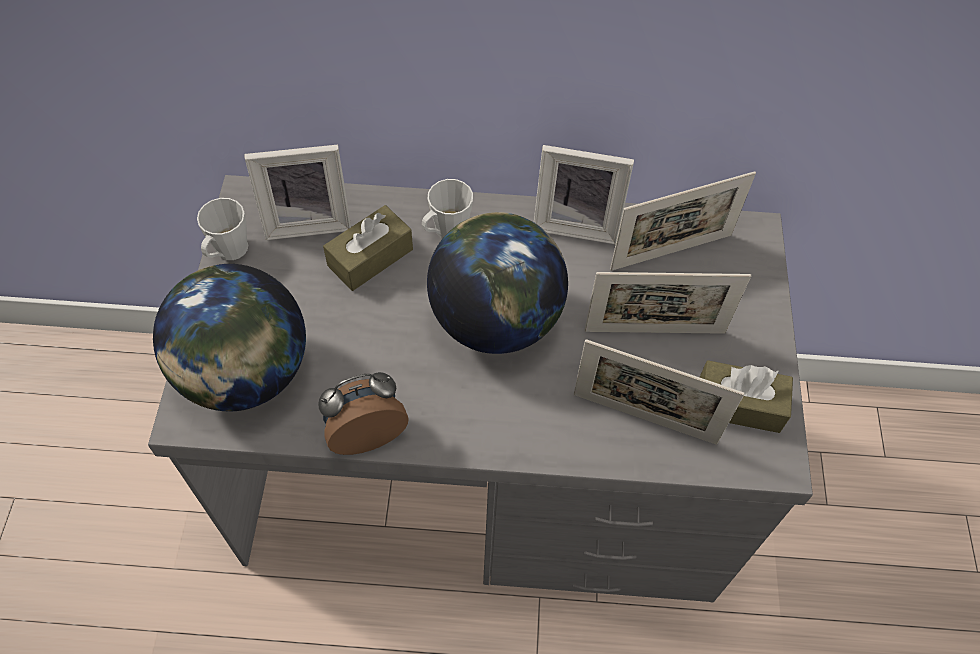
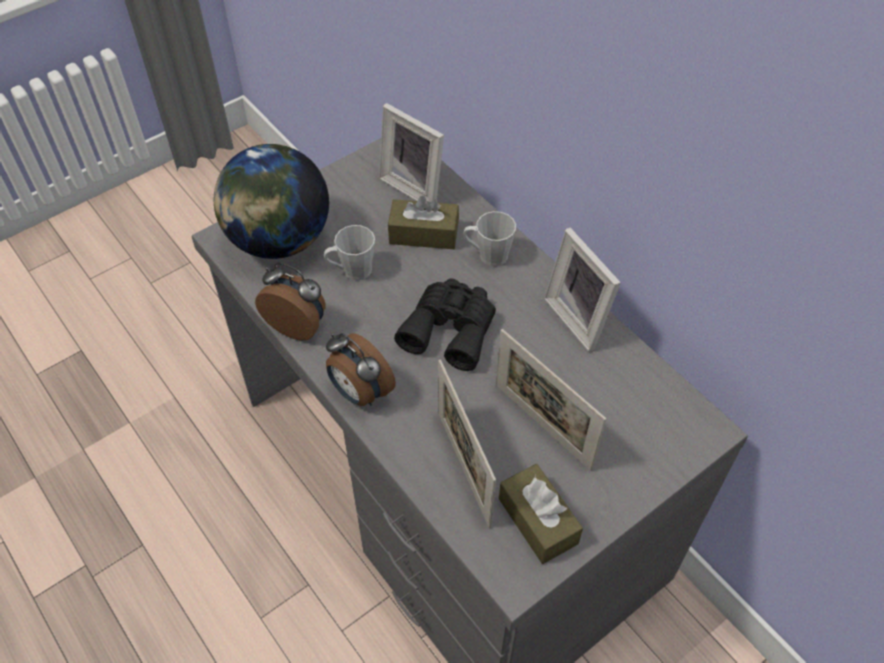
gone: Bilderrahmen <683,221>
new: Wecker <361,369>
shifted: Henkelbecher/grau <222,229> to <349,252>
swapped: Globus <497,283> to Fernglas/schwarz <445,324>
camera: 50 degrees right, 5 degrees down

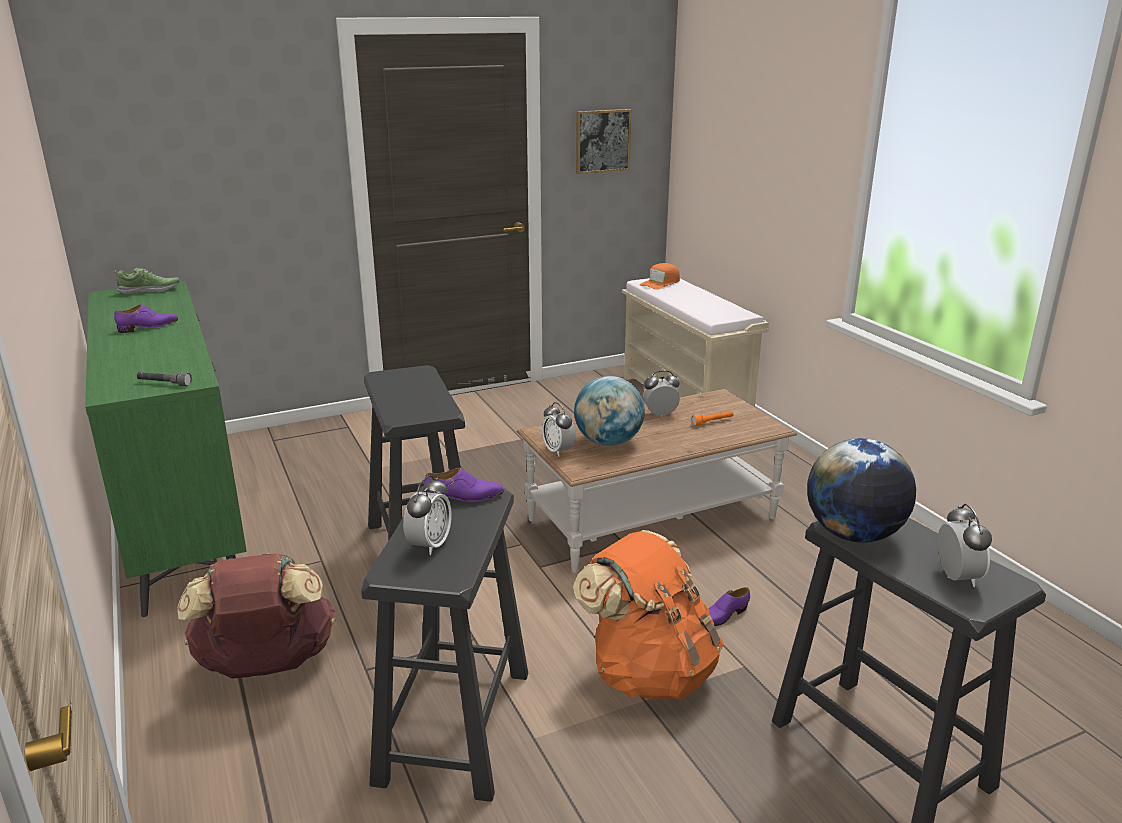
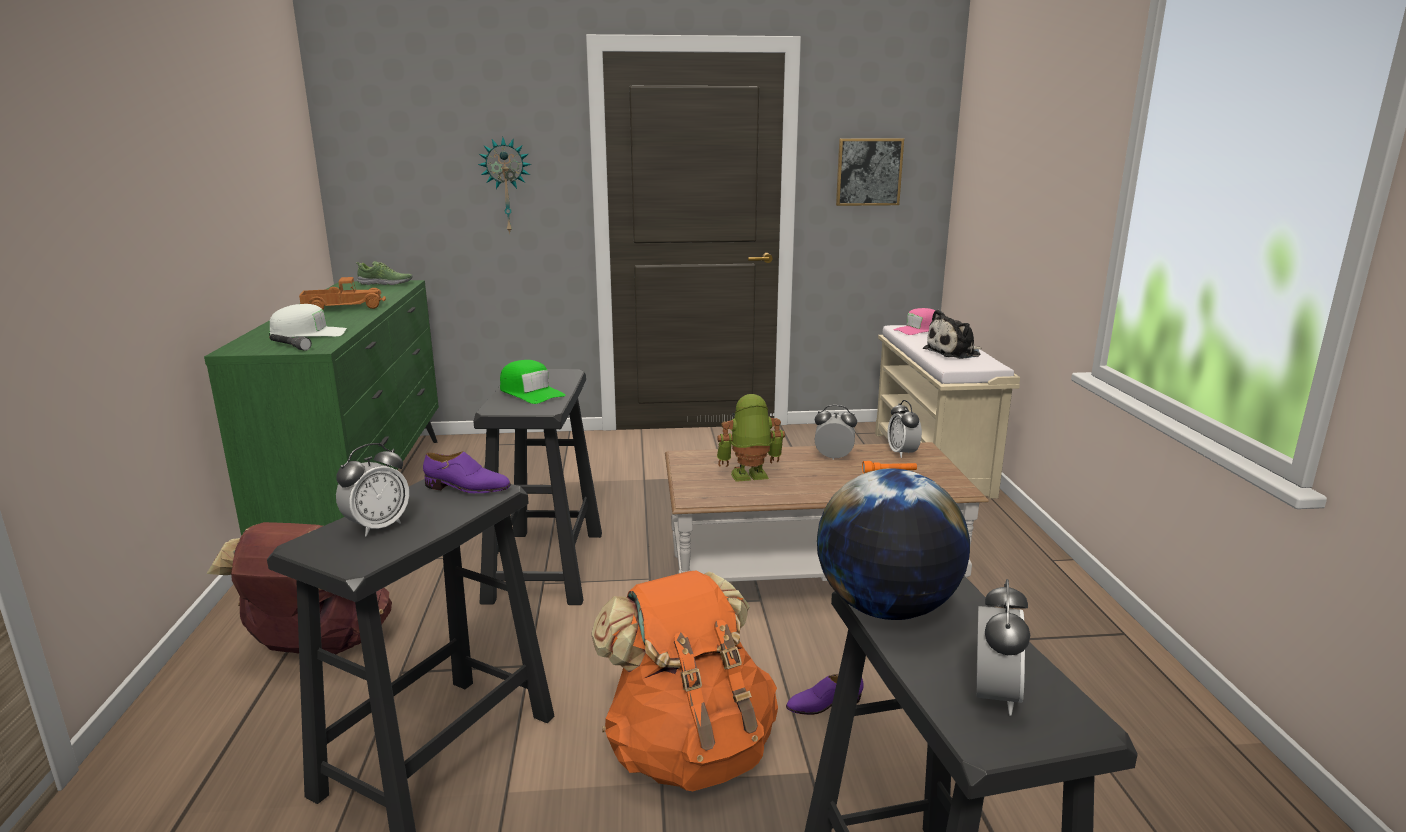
new: Kappe/weiß <308,320>; Wanduhr <504,185>; Kappe/grün <532,382>; Plüschtier <952,334>
shifted: Wecker <558,429> to <905,429>
swapped: Schuh/lila <146,318> to Spielzeuglaster <342,293>; Globus <609,411> to Spielzeugroboter <751,438>
repainted: Kappe/orange <660,276> to Kappe/rosa <914,321>
camera: 20 degrees right, 5 degrees down

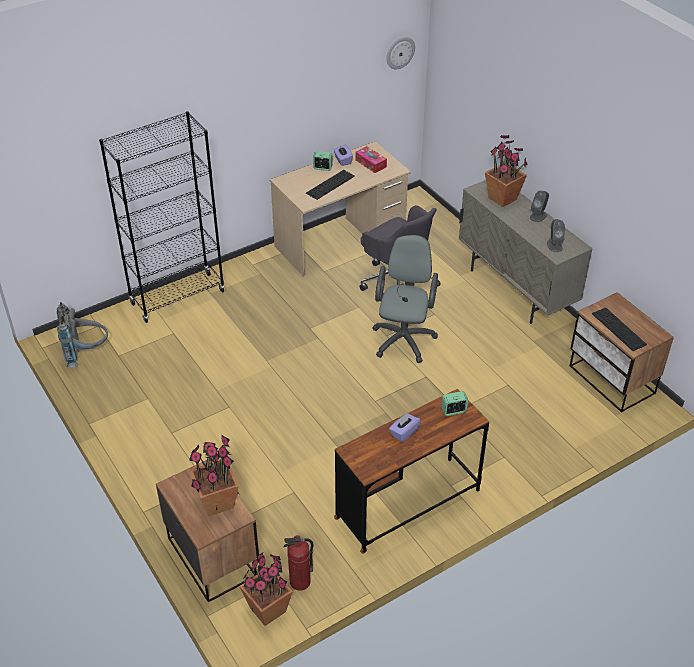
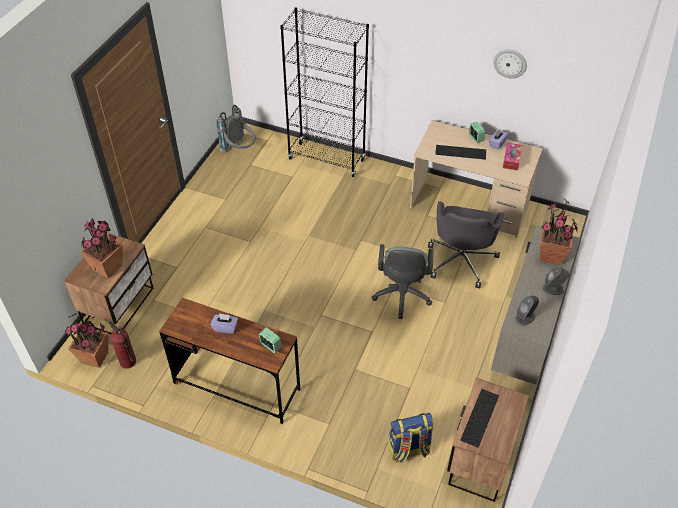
new: Rucksack <410,438>
shifted: Wanduhr <400,53> to <510,63>
rotated: Bürostuhl/grau <405,299> = <403,281> 120 degrees clockwise
camera: 55 degrees right, 5 degrees up

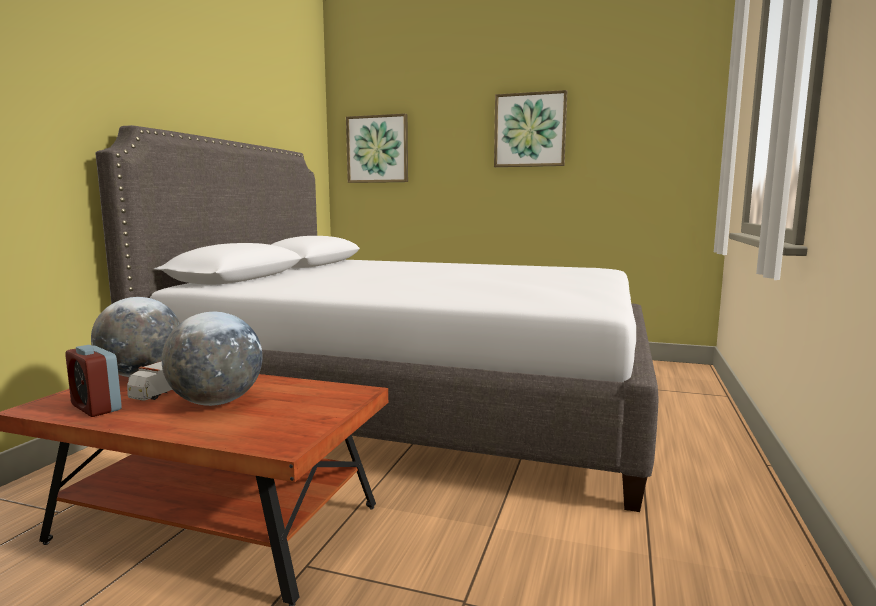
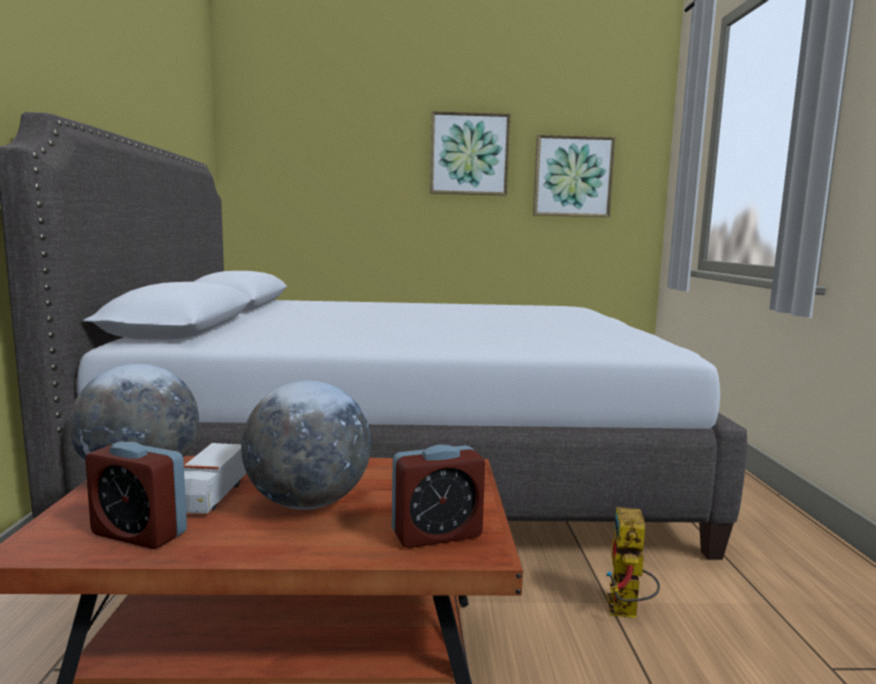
new: Wecker <438,496>; Spielzeugroboter <633,562>
shifted: Bild <377,148> to <574,176>
camera: 20 degrees left, 0 degrees up

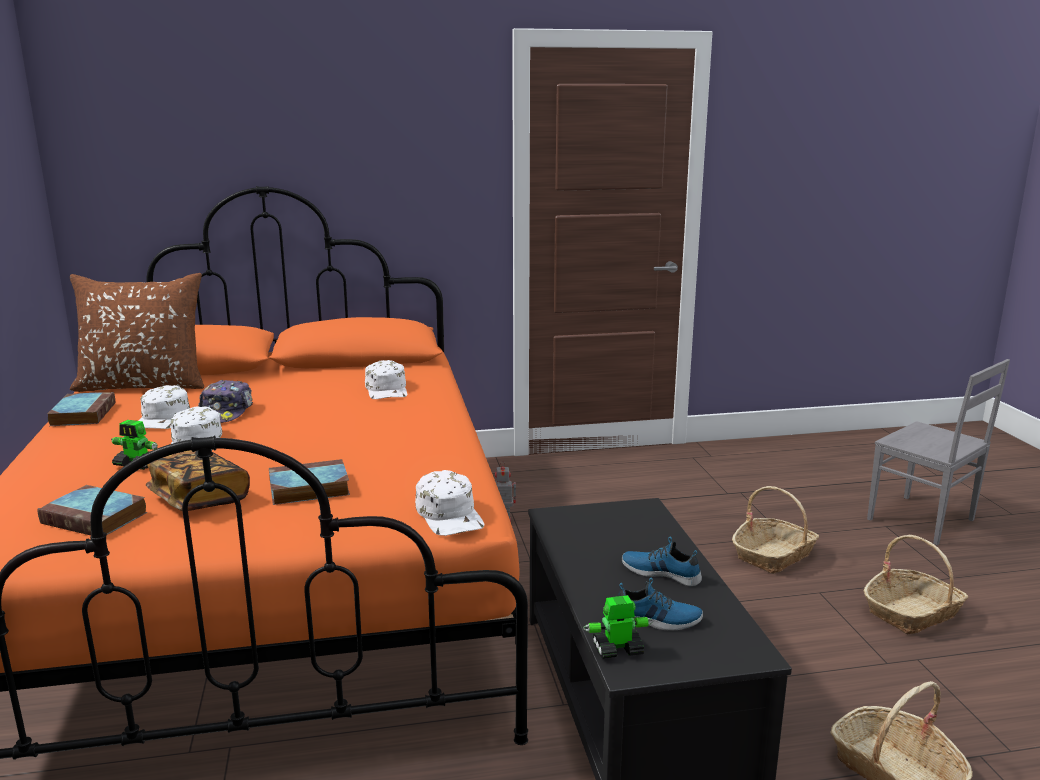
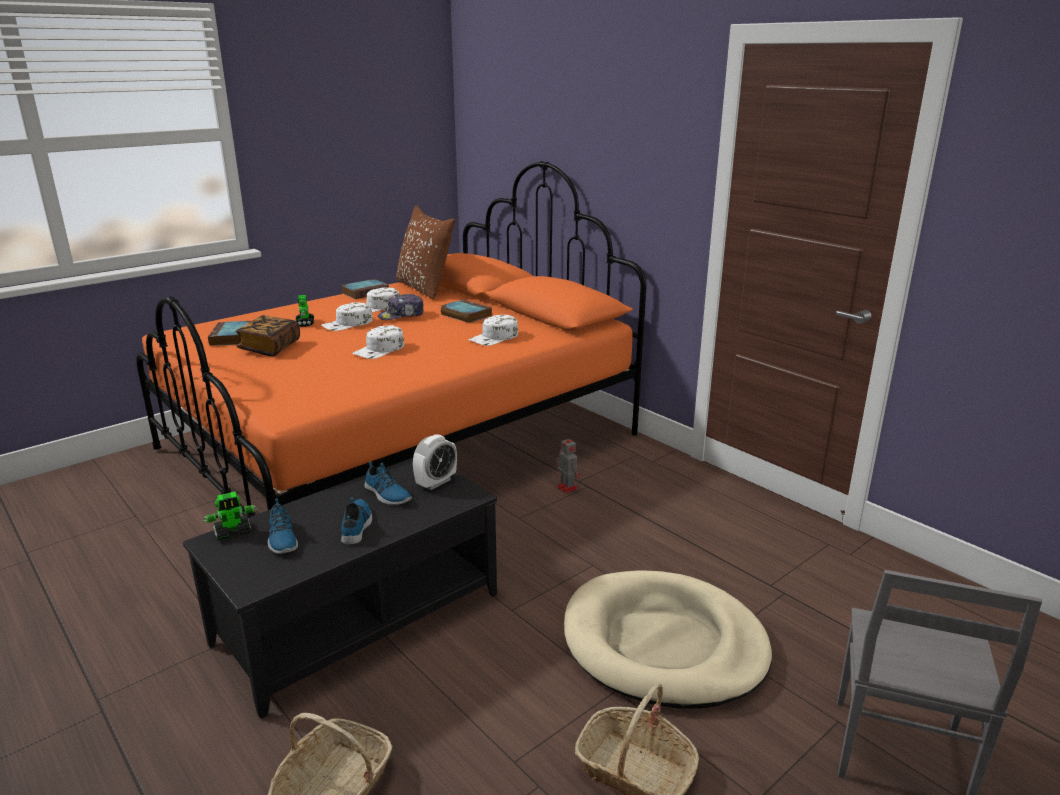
new: Schuh <388,483>; Wecker <435,462>
shifted: Kappe/weiß <449,503> to <378,342>; Buch <309,482> to <466,311>
swapped: Korb <775,530> to Hundebett/beige <668,639>
rotated: Spielzeugroboter <617,627> = <230,516> 105 degrees clockwise
camera: 60 degrees right, 5 degrees up

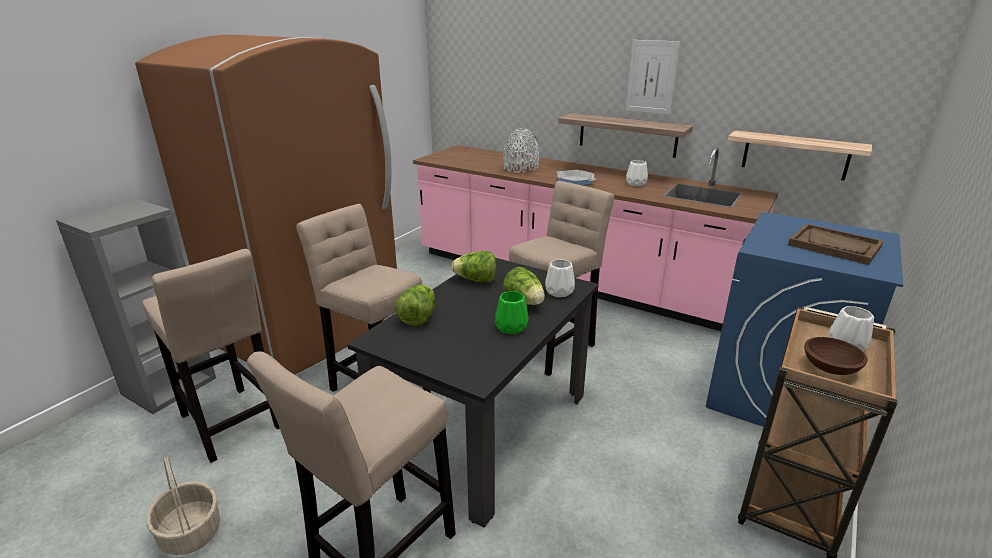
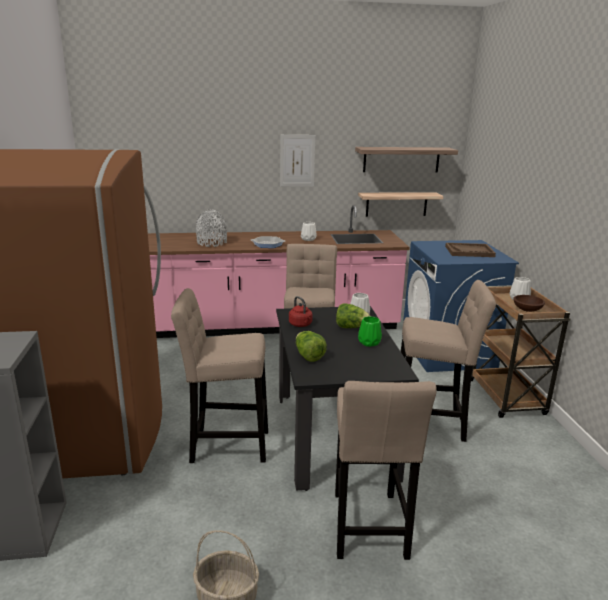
shifted: Wandregal <625,135> to <406,159>; Hocker/beige <211,356> to <448,361>
swapped: Salatkopf <474,267> to Wasserkessel/rot <301,311>
camera: 40 degrees left, 5 degrees down

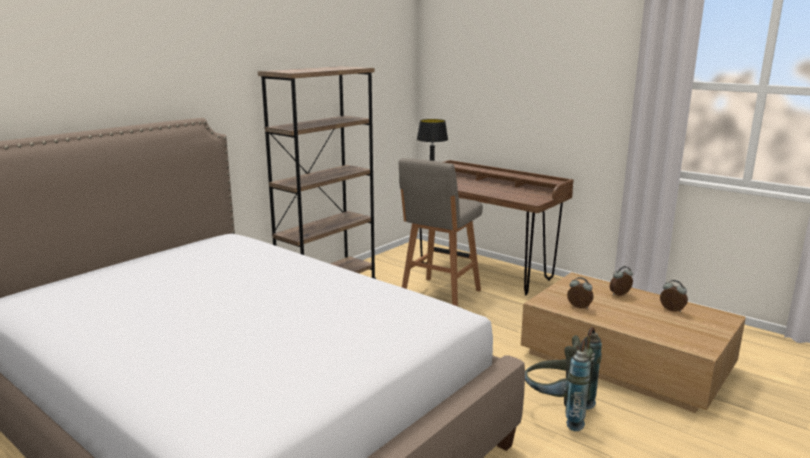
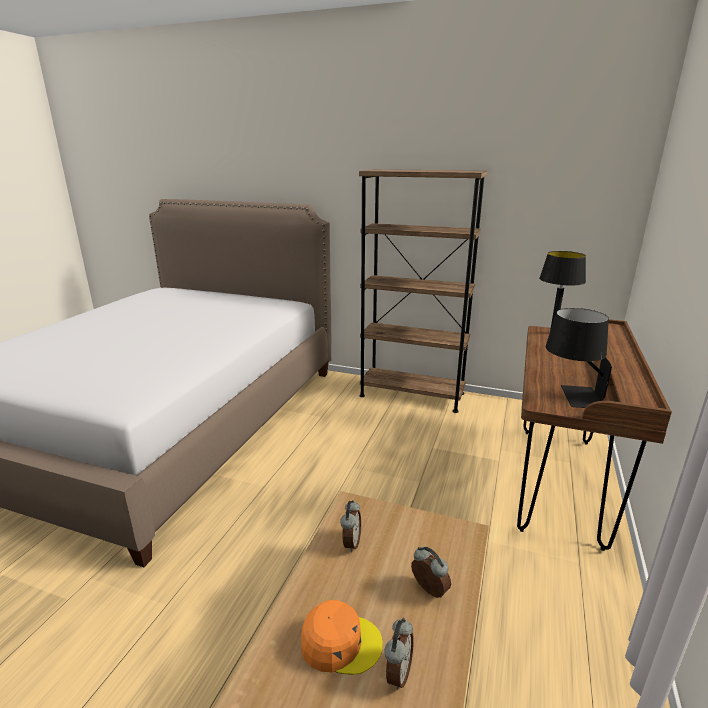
gone: Hocker/grau <441,232>; Rucksack/grau <563,379>
new: Kappe/orange <342,637>; Tischlampe/schwarz <579,358>
camera: 70 degrees right, 5 degrees up

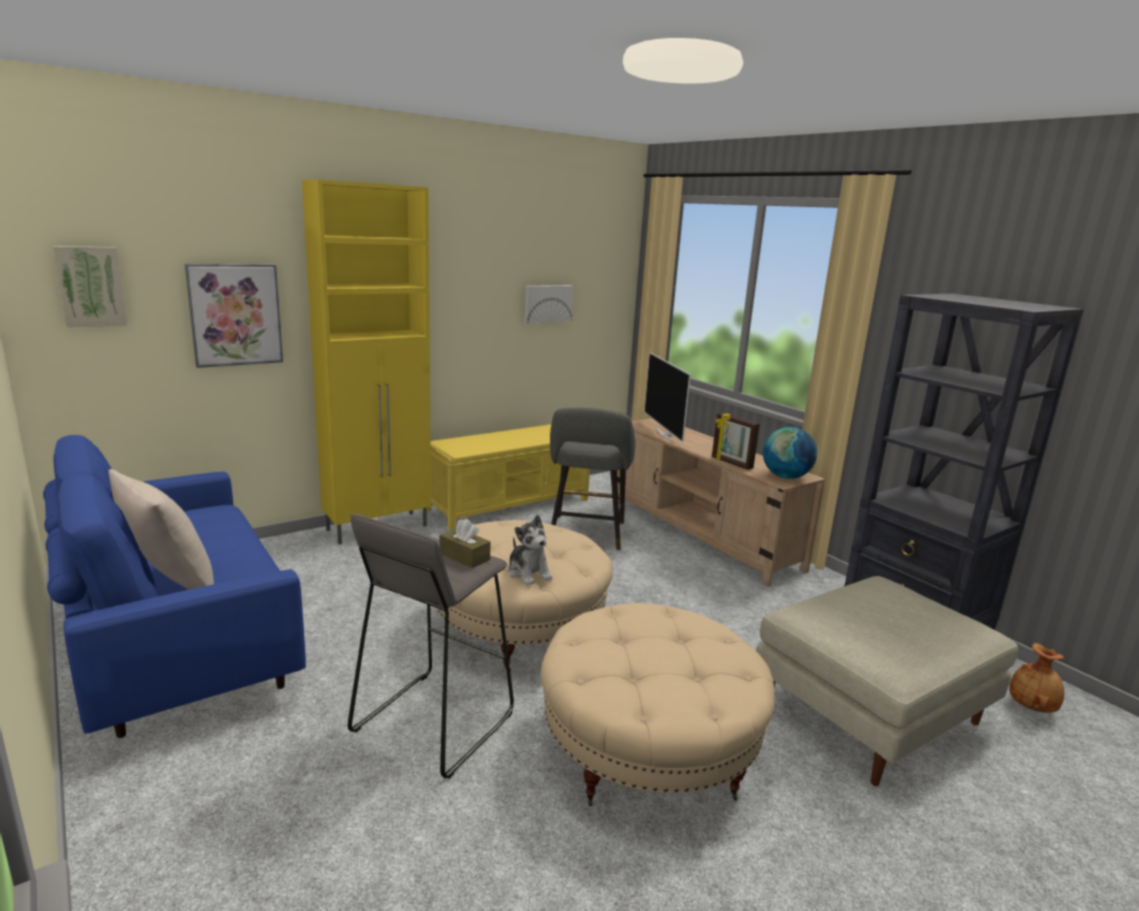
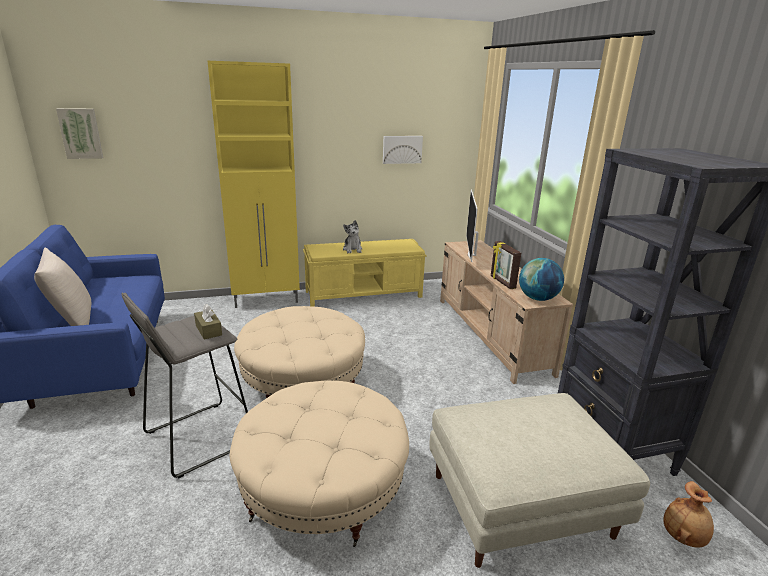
gone: Bild <234,316>; Hocker/grau <592,479>
shifted: Plüschtier <530,550> to <353,236>
camera: 20 degrees right, 5 degrees up

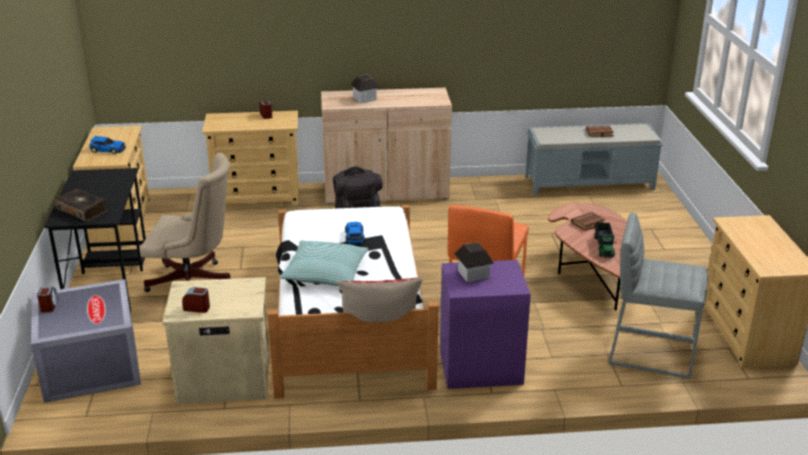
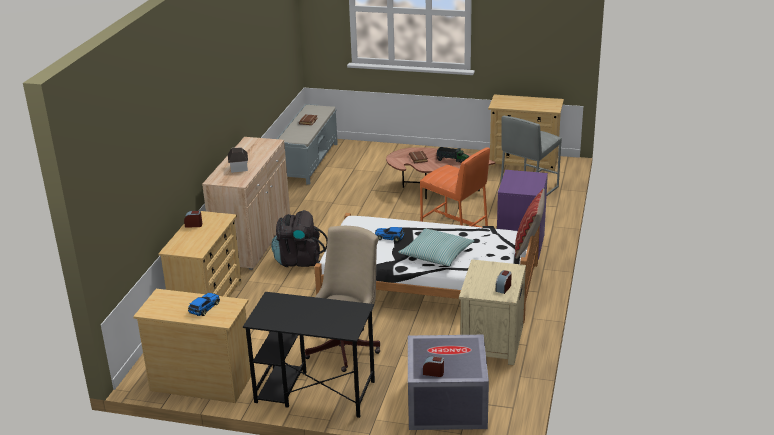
gone: Buch <81,205>; Spielzeughaus <474,262>
camera: 70 degrees left, 0 degrees up

